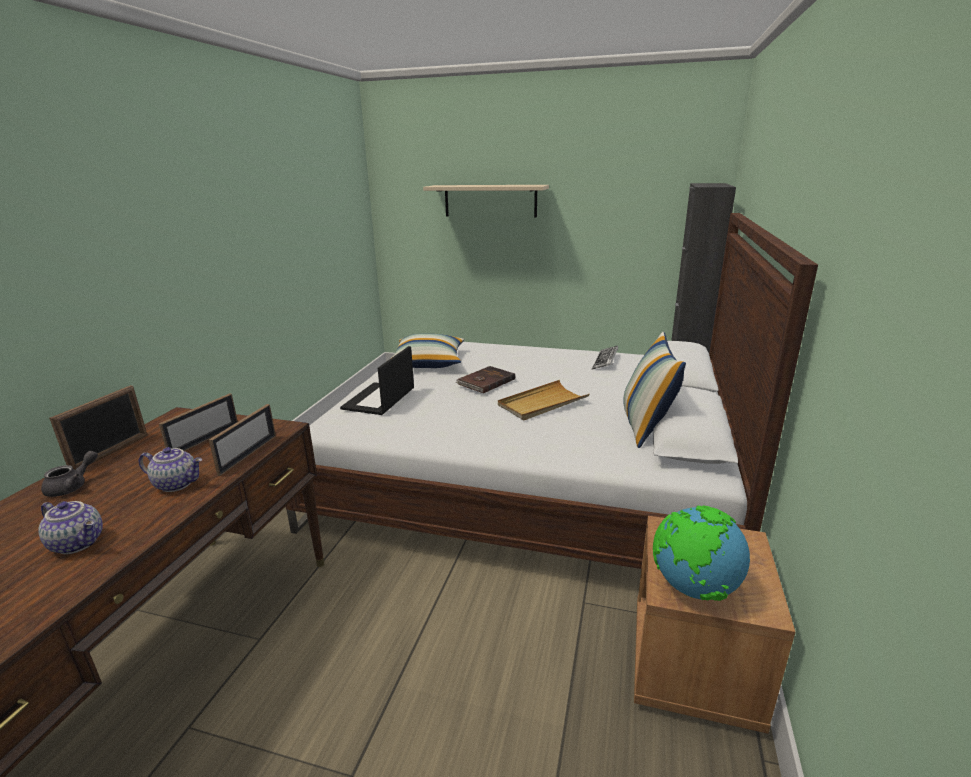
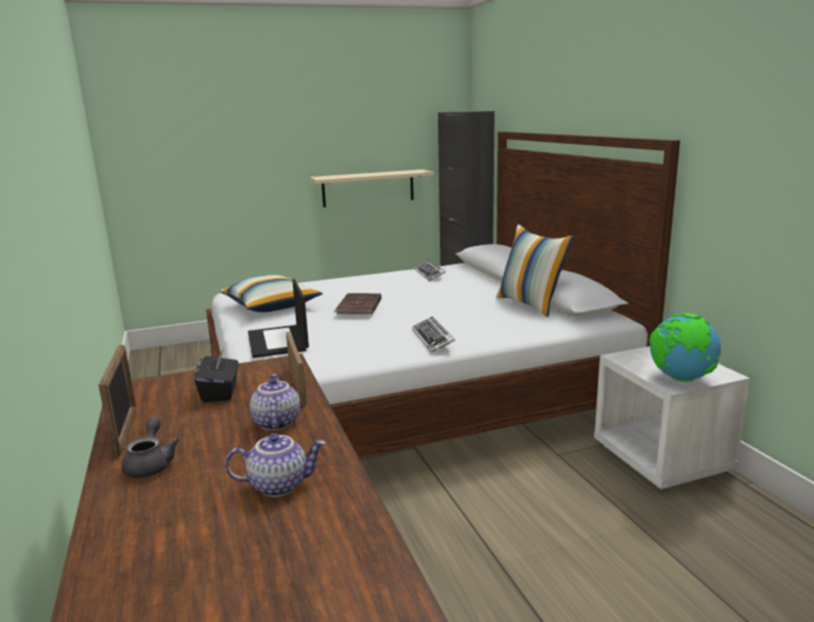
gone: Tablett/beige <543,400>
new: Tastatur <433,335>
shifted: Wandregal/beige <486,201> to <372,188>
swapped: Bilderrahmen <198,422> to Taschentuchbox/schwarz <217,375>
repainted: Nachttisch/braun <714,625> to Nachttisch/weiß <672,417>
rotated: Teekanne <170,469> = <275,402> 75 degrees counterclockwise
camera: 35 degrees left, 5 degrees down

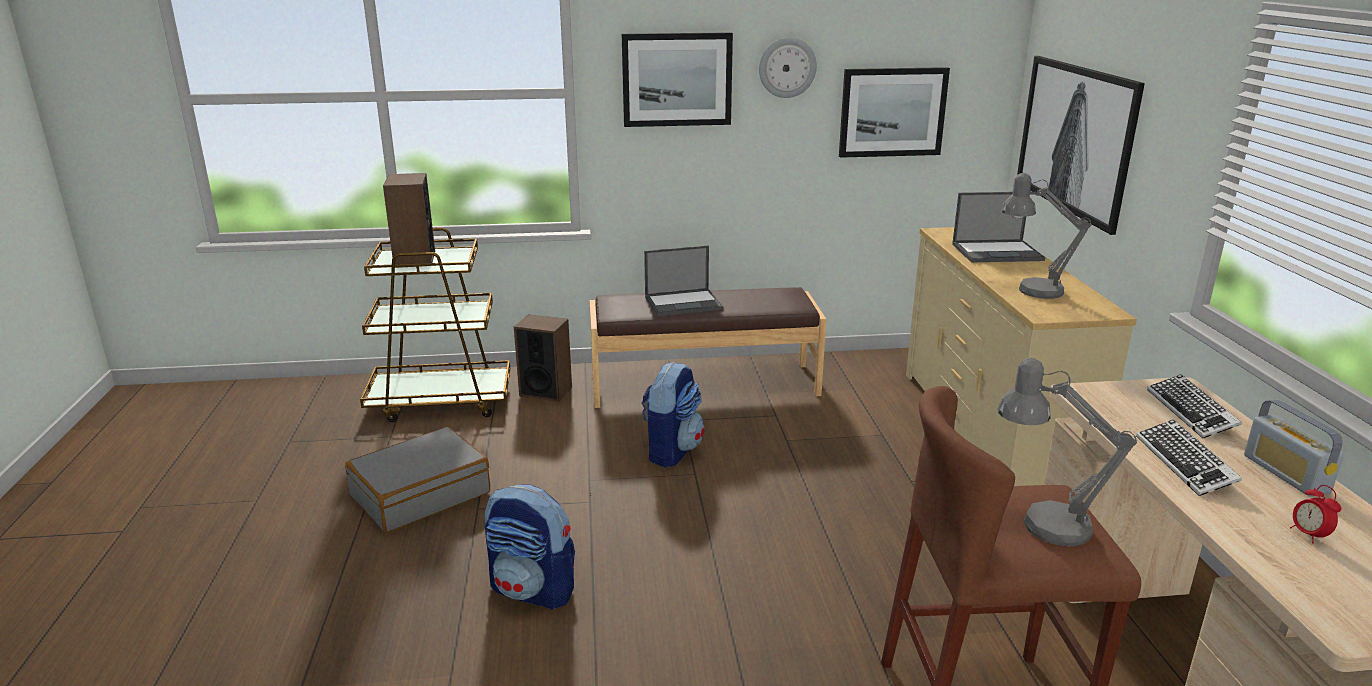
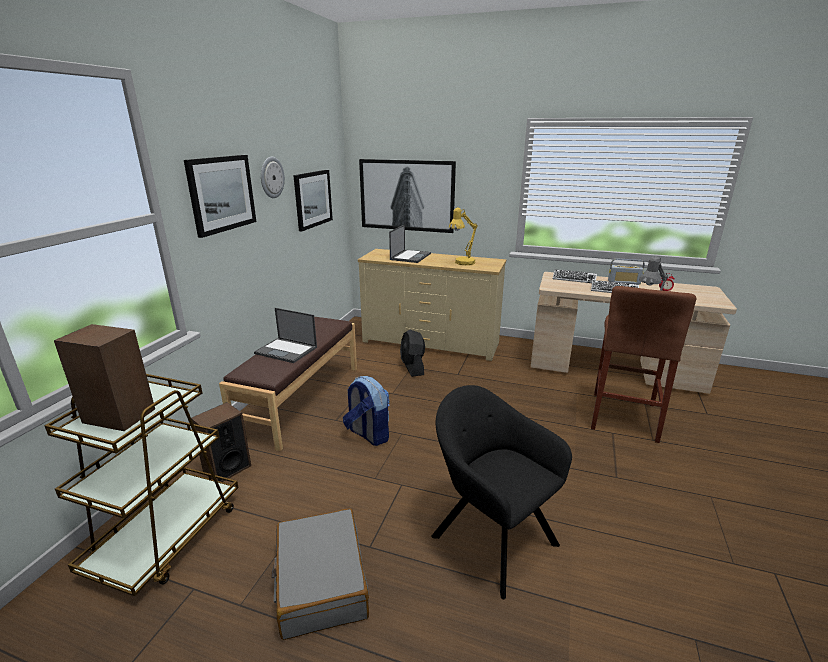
new: Ventilator/schwarz <412,353>
swapped: Rucksack <530,547> to Sessel/schwarz <501,492>
repainted: Tischlampe/grau <1046,236> to Tischlampe/gelb <463,236>
rotated: Laptop <684,280> = <285,335> 105 degrees clockwise
camera: 65 degrees left, 0 degrees up

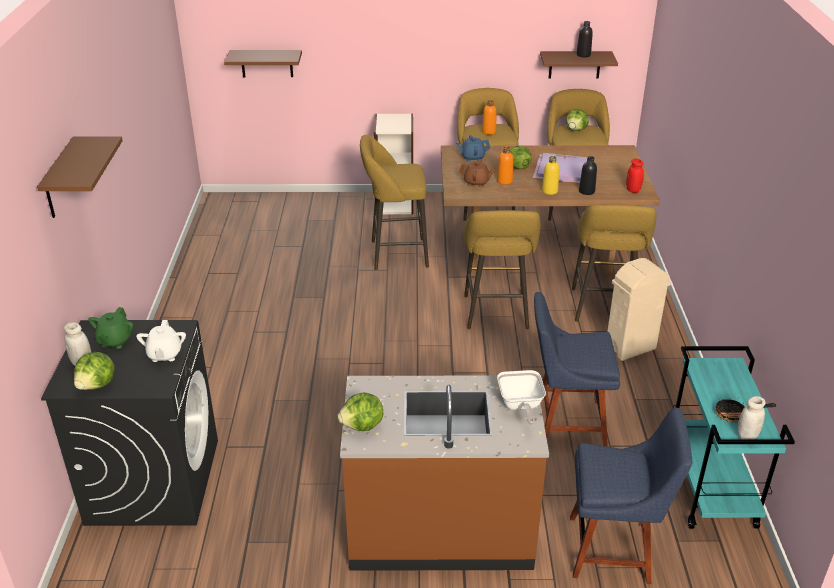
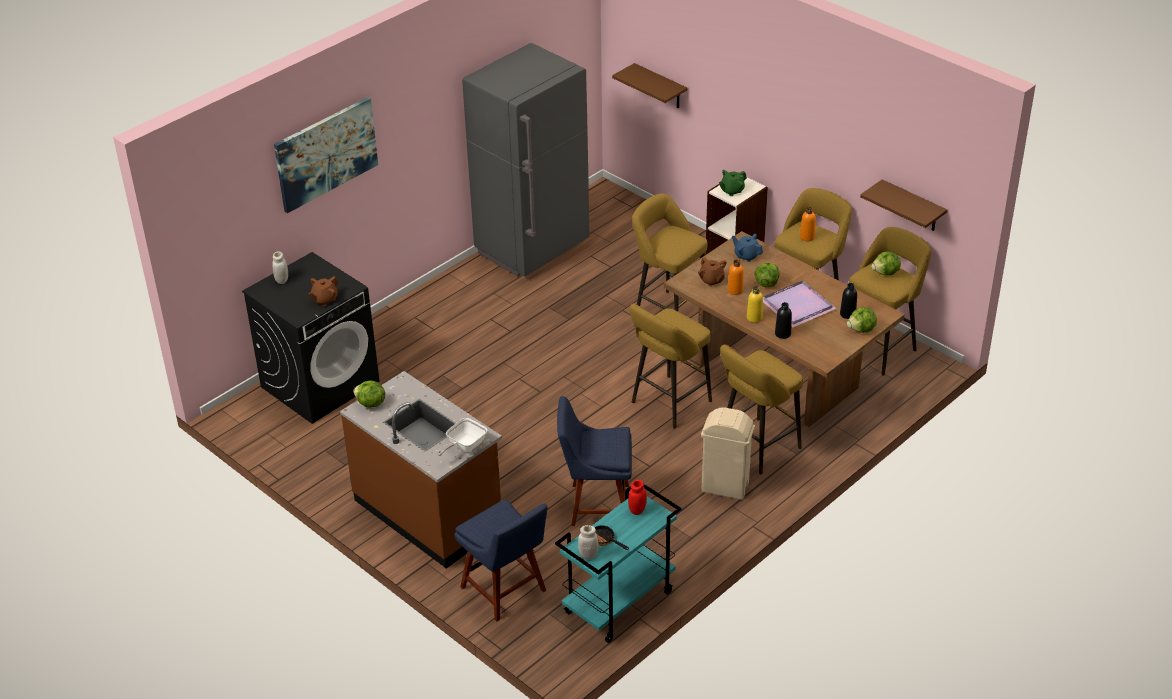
new: Kühlschrank/grau <525,160>
shifted: Vorratsglas/rot <635,176> to <637,497>; Teekanne/grün <110,328> to <733,183>; Flasche/schwarz <584,39> to <848,301>; Salatkopf <94,371> to <862,320>
swapped: Wandregal/braun <80,177> to Bild <326,155>
repainted: Teekanne/weiß <161,341> to Teekanne/braun <323,291>
rotated: Stuhl/blau <577,369> = <594,461> 45 degrees counterclockwise
camera: 45 degrees right, 5 degrees up

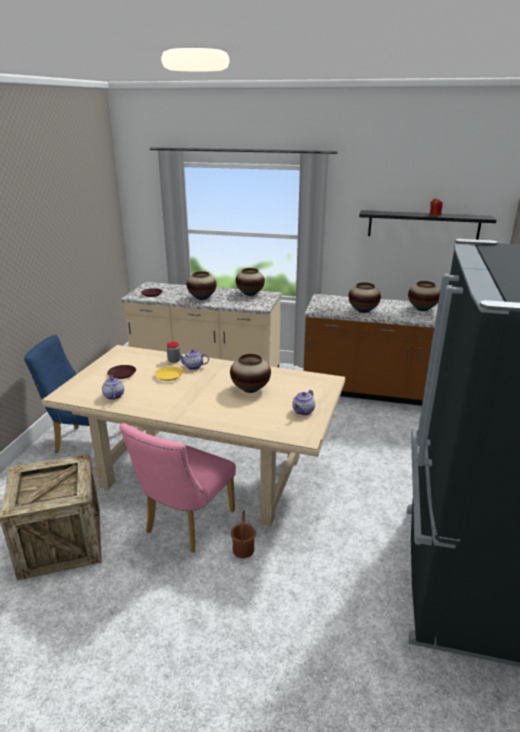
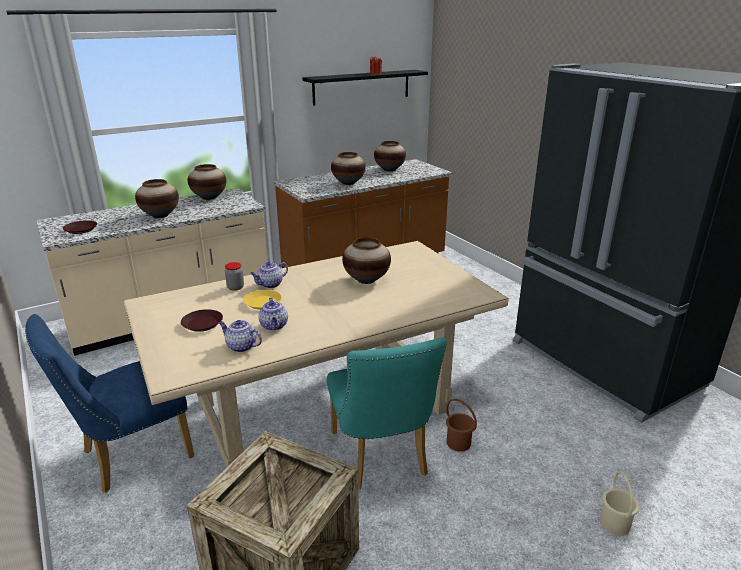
new: Eimer/beige <619,503>
shifted: Teekanne <304,402> to <273,314>
repainted: Stuhl/rosa <178,488> to Stuhl/türkis <387,414>
camera: 45 degrees left, 0 degrees up

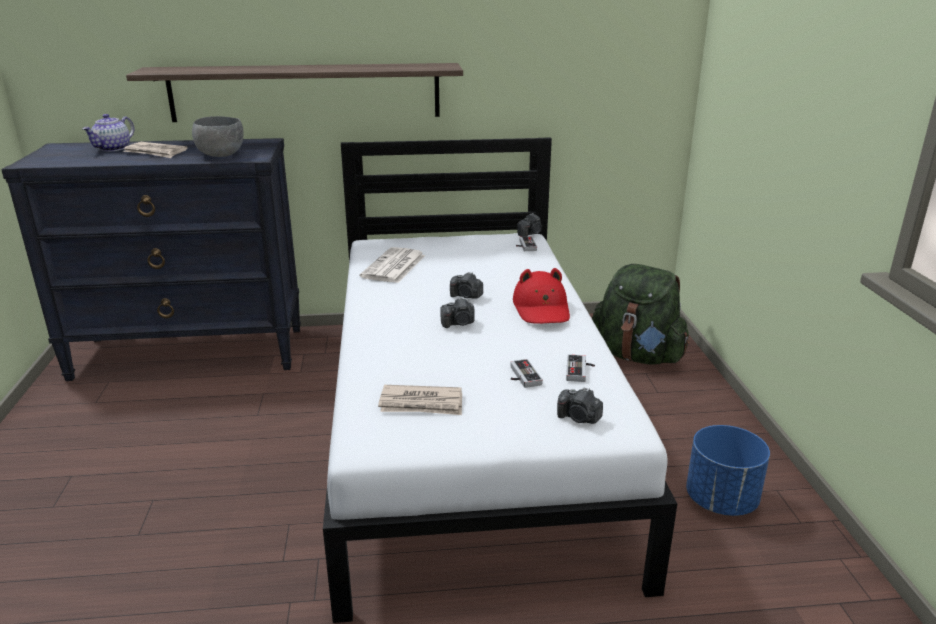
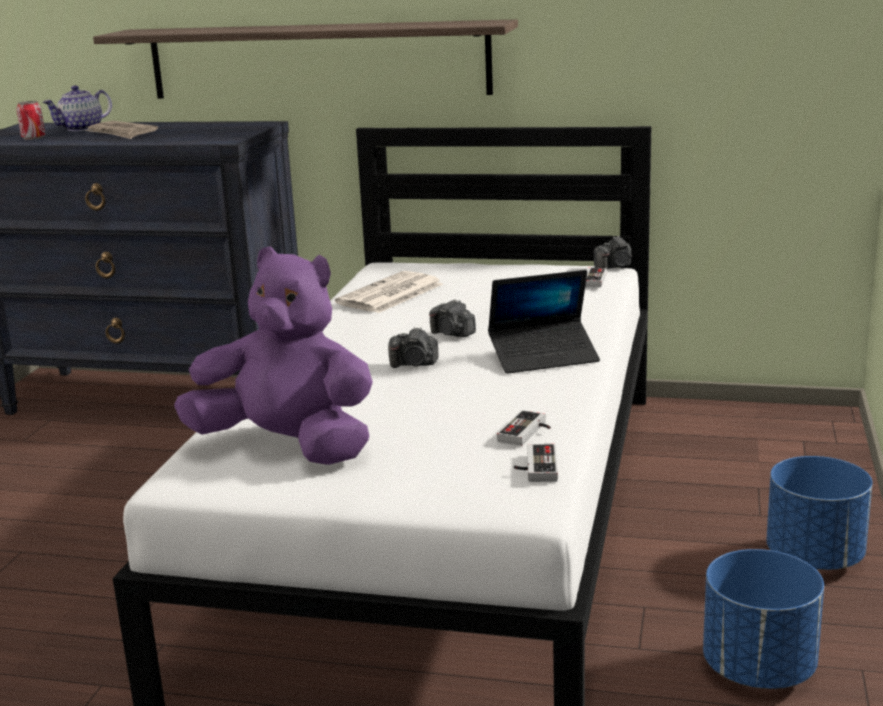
gone: Schüssel/grau <218,136>; Kamera <580,405>; Rucksack/grün <641,314>
new: Dose <30,120>; Pflanzkübel/blau <819,513>
shifted: Gamepad <526,373> to <536,463>
swapped: Zeitung <420,400> to Plüschtier/lila <273,356>; Hut/rot <541,296> to Laptop <544,322>
camera: 20 degrees right, 5 degrees down

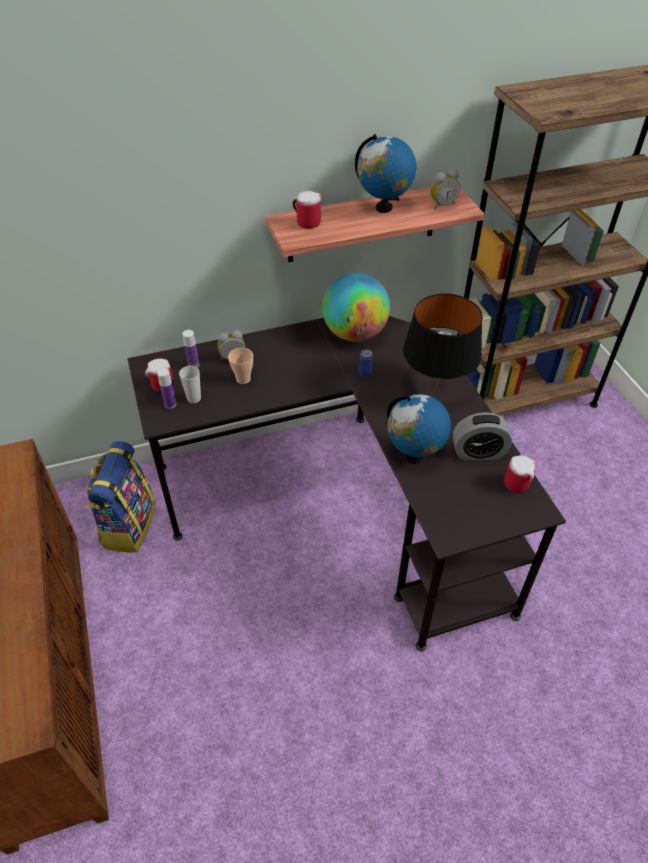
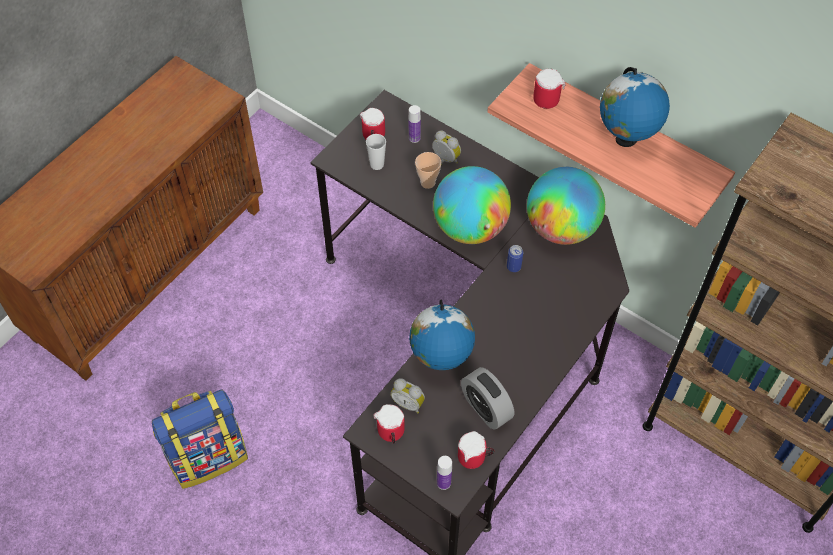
gone: Tischlampe/schwarz <443,342>
new: Henkelbecher <389,424>; Globus <472,205>
shifted: Rucksack <121,497> to <200,439>; Wecker <445,189> to <408,395>; Flasche <166,388> to <444,473>
camera: 55 degrees right, 10 degrees up

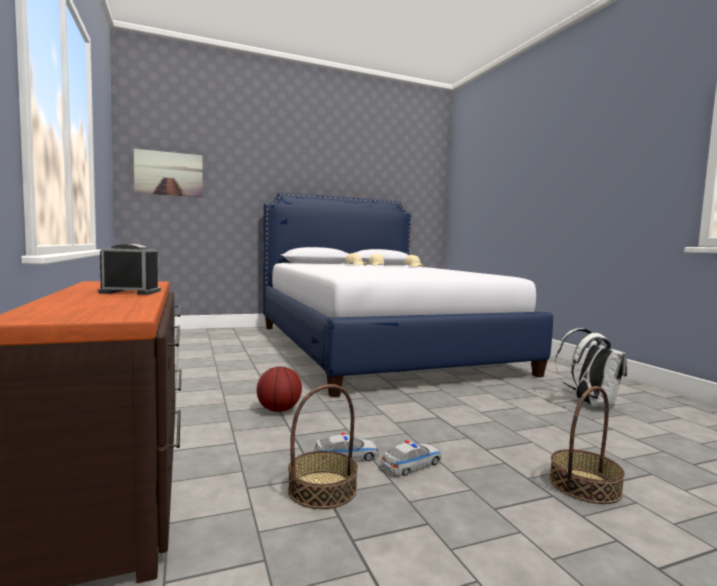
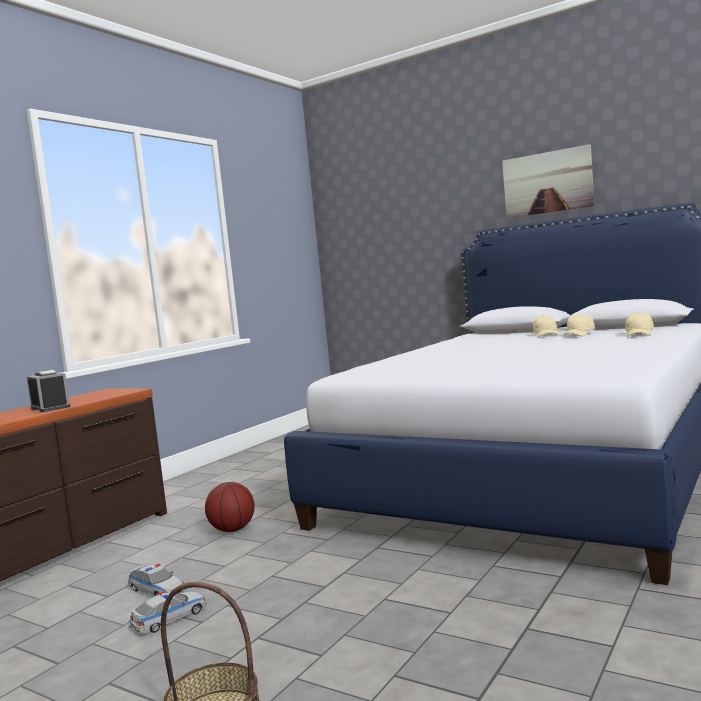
gone: Korb <323,446>; Rucksack/weiß <591,368>
shifted: Bild <168,173> to <548,181>
rotated: Spielzeugauto <411,458> = <167,612> 60 degrees counterclockwise
camera: 55 degrees right, 0 degrees up

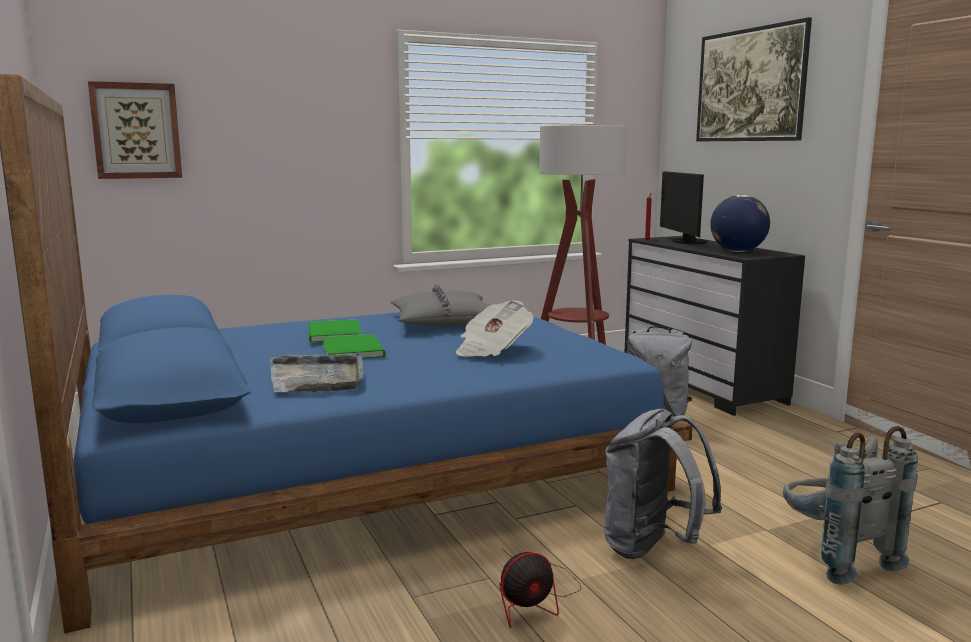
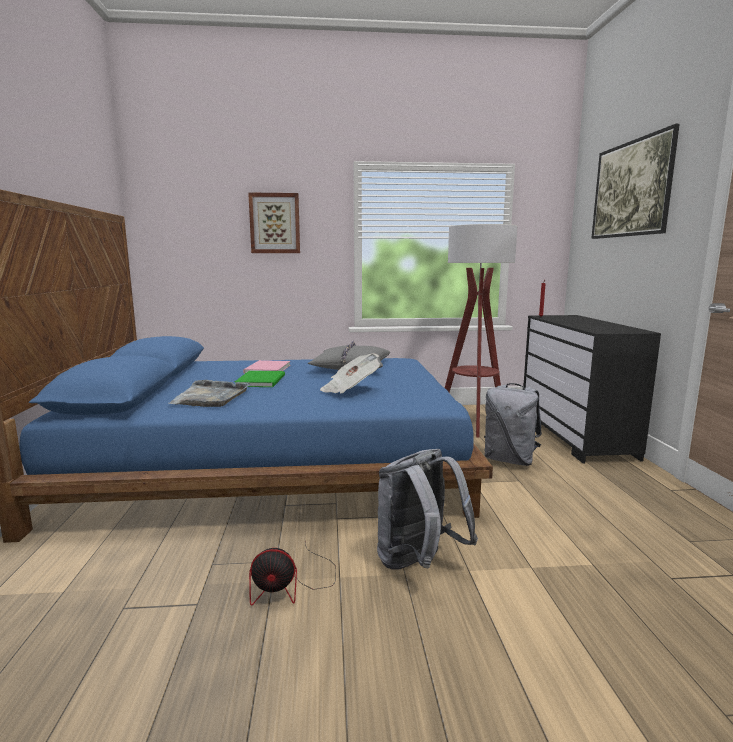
gone: Monitor <684,207>; Globus <740,223>; Rucksack/grau <850,505>
shifted: Bild <135,130> to <274,222>
repainted: Buch/grün <335,331> to Buch/rosa <266,367>
camera: 20 degrees right, 0 degrees up

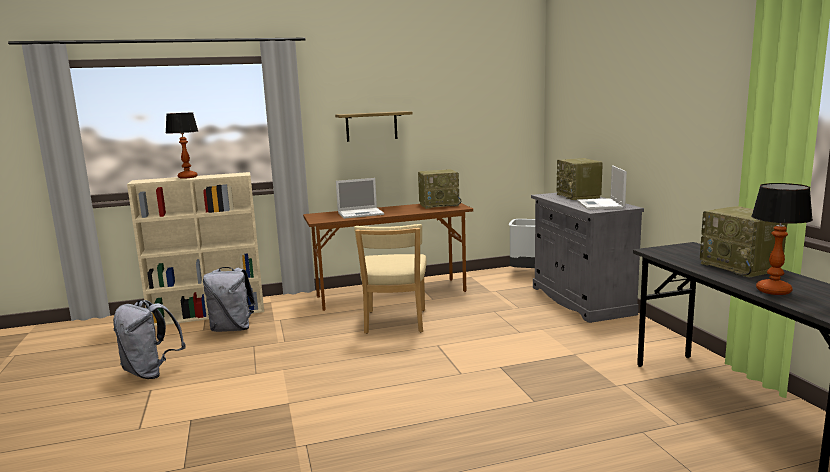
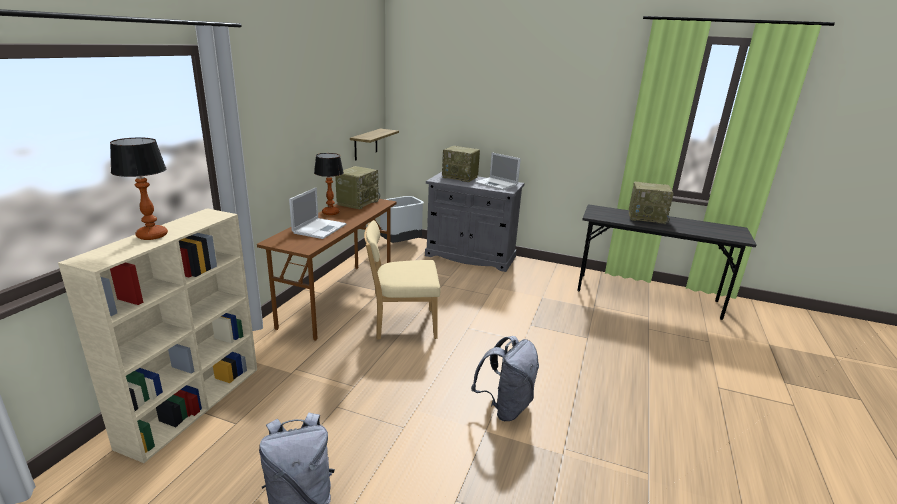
shifted: Tischlampe <782,239> to <329,184>; Wandregal <374,126> to <374,144>; Rucksack/grau <229,299> to <505,378>
rotated: Stuhl/beige <390,279> = <402,280> 135 degrees clockwise
camera: 55 degrees left, 10 degrees up

